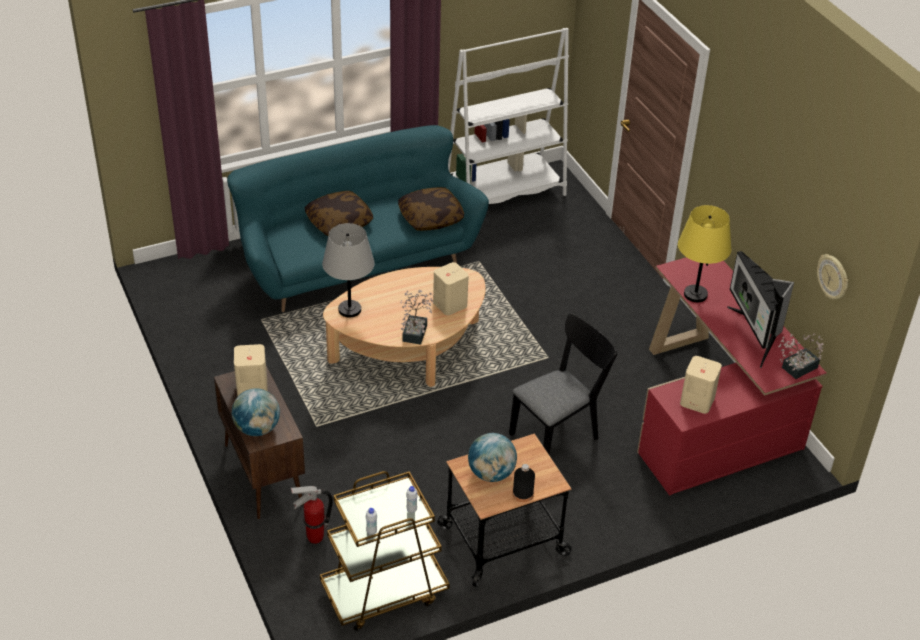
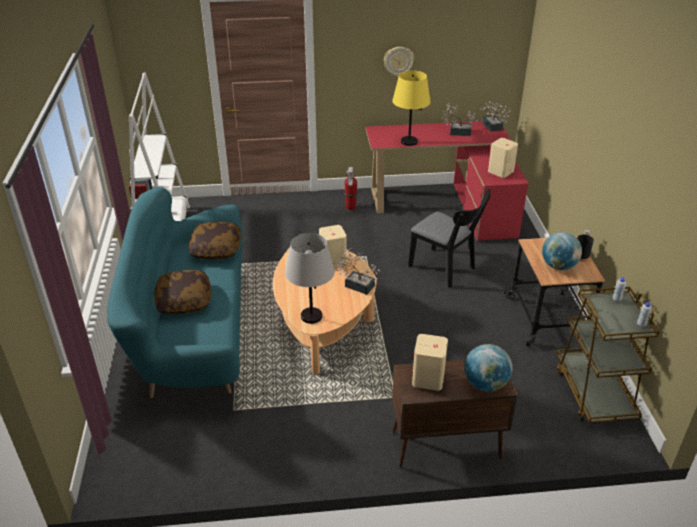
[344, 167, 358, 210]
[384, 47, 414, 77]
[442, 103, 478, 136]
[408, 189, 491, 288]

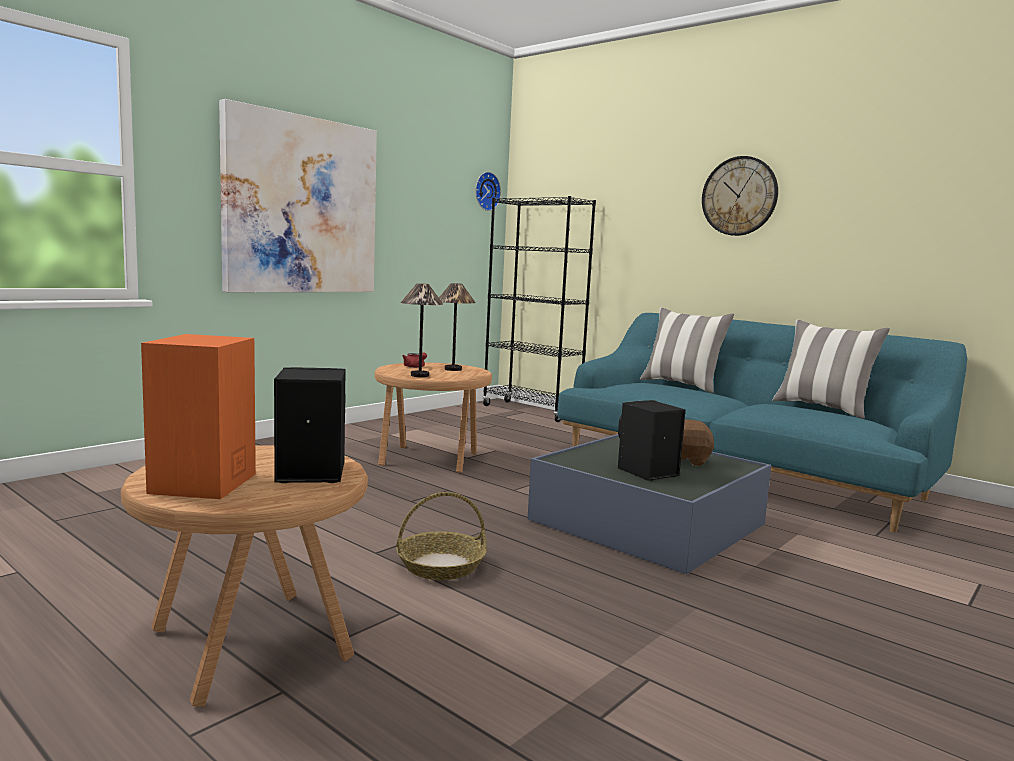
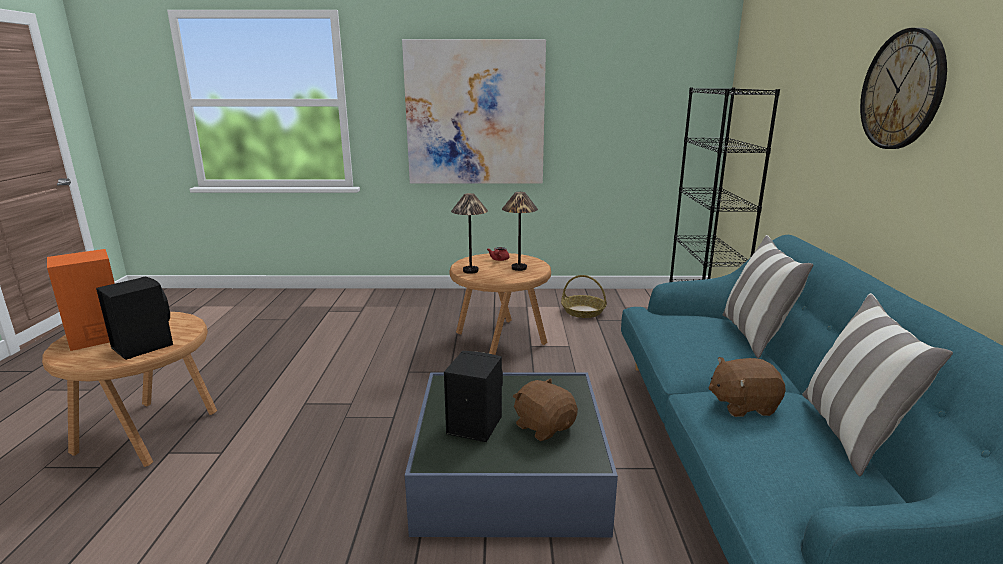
[475, 172, 501, 211] (first image)
[708, 357, 785, 417]
[561, 275, 607, 318]

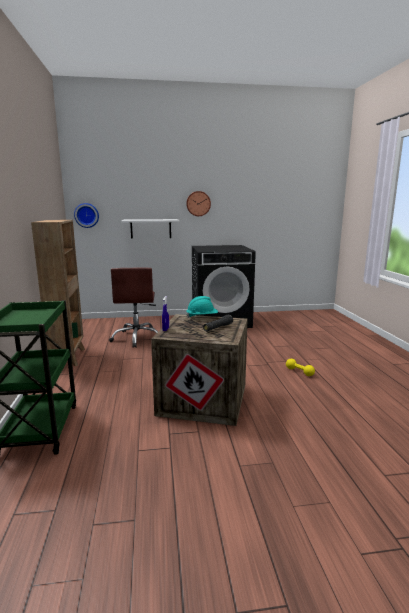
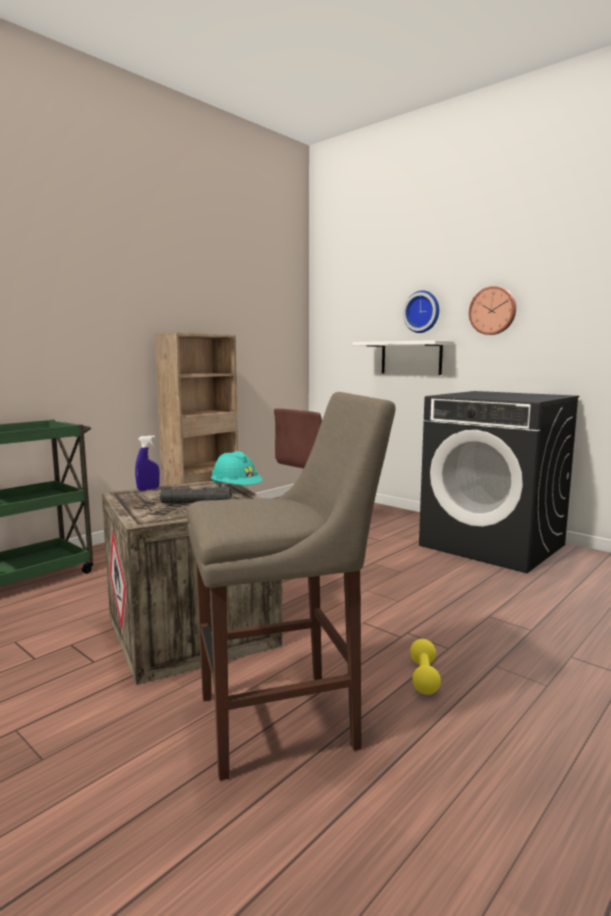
[186, 392, 396, 781]
[403, 291, 439, 333]

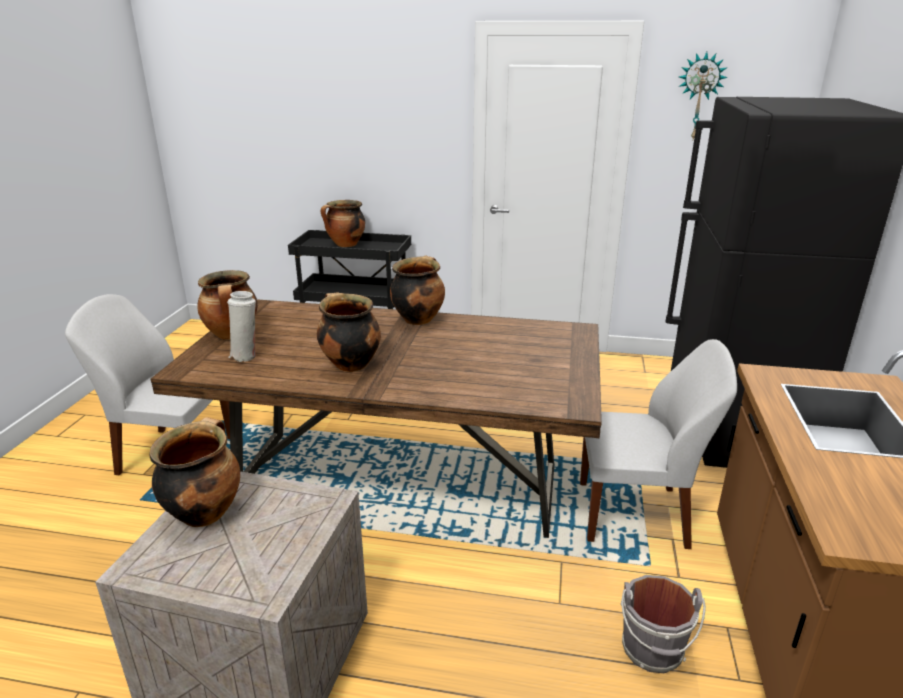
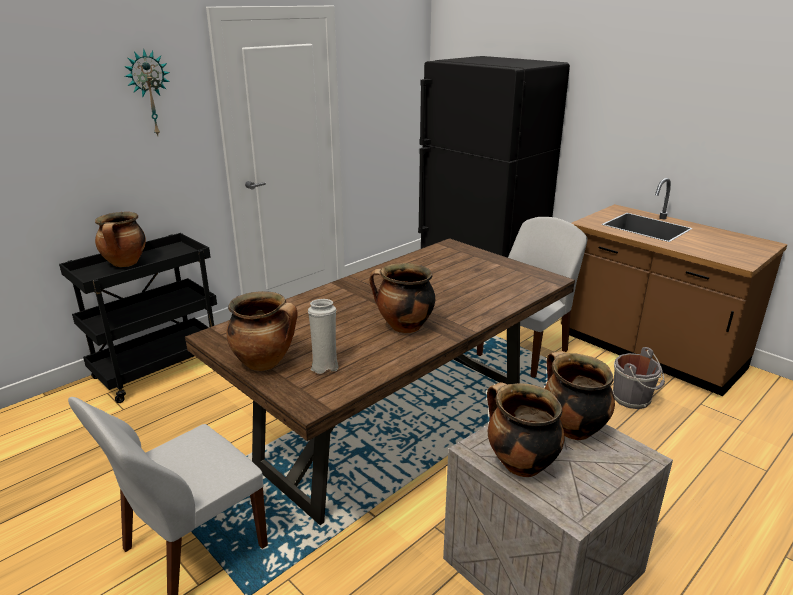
[544, 351, 615, 440]
[124, 49, 170, 136]

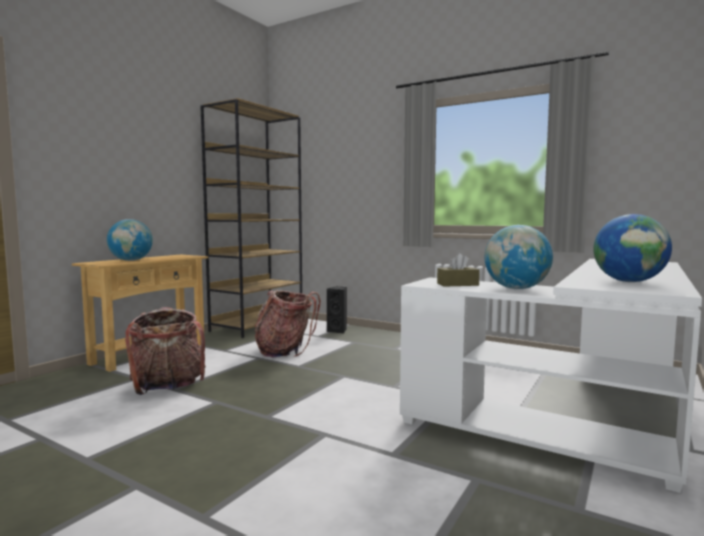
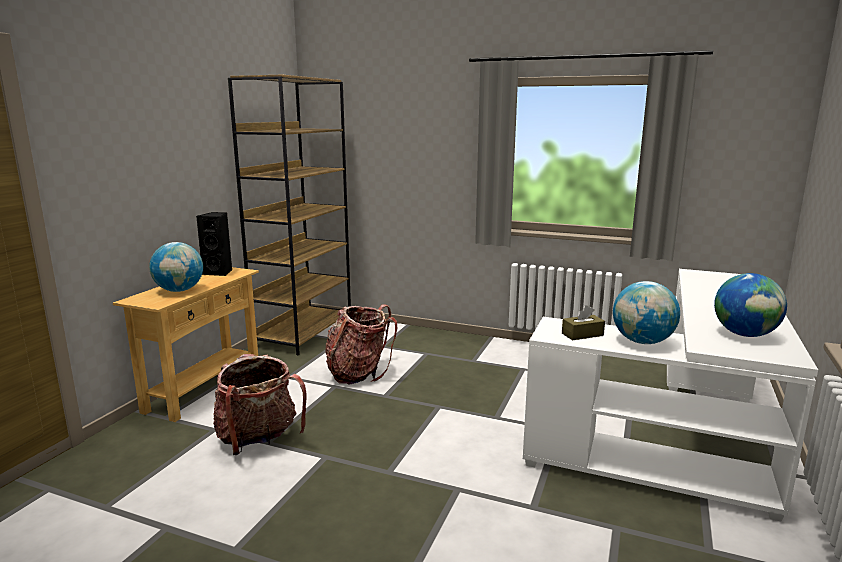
[196, 212, 232, 276]

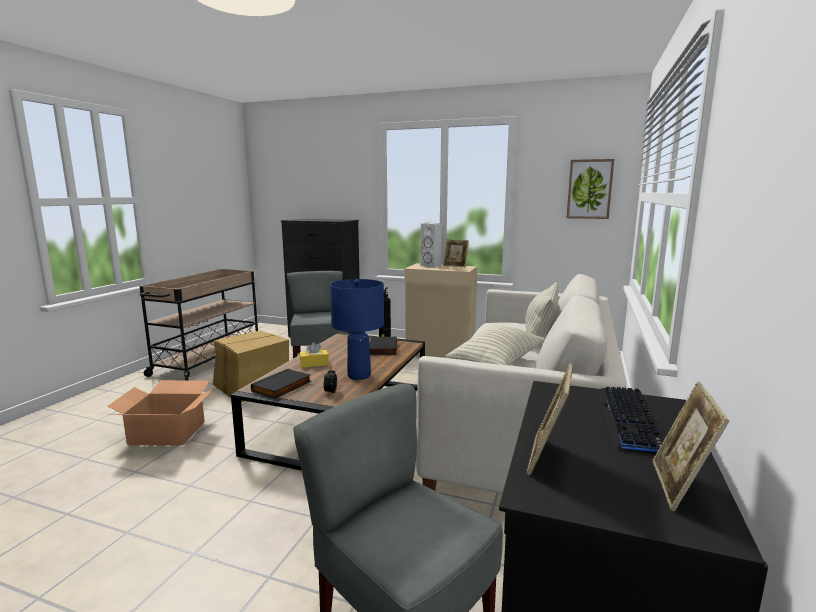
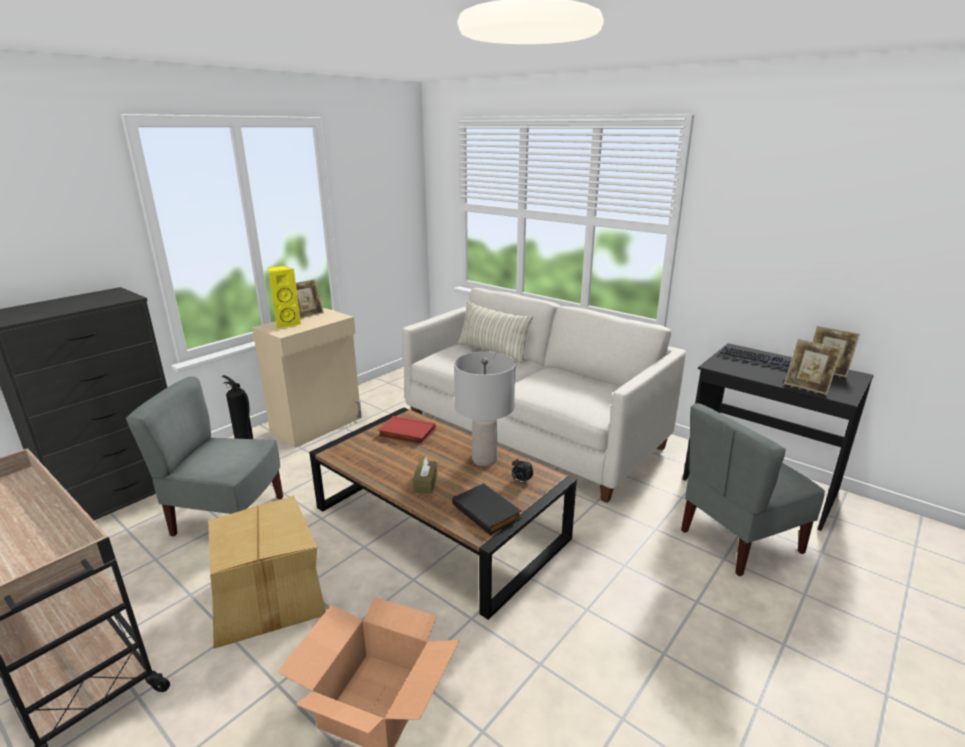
[445, 326, 545, 365] (first image)
[567, 159, 614, 219] (first image)
[413, 456, 438, 494]
[454, 352, 516, 466]
[378, 416, 436, 445]
[268, 265, 301, 329]

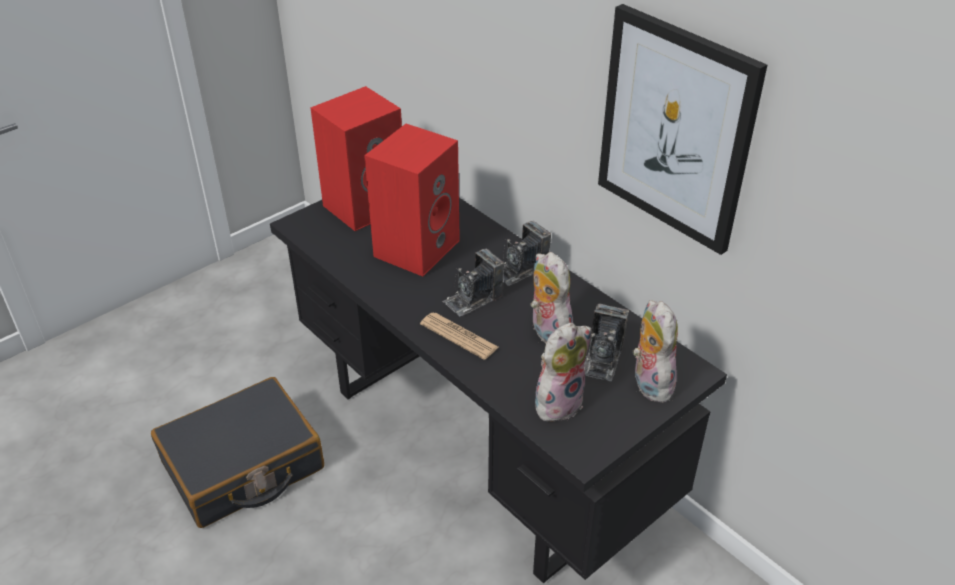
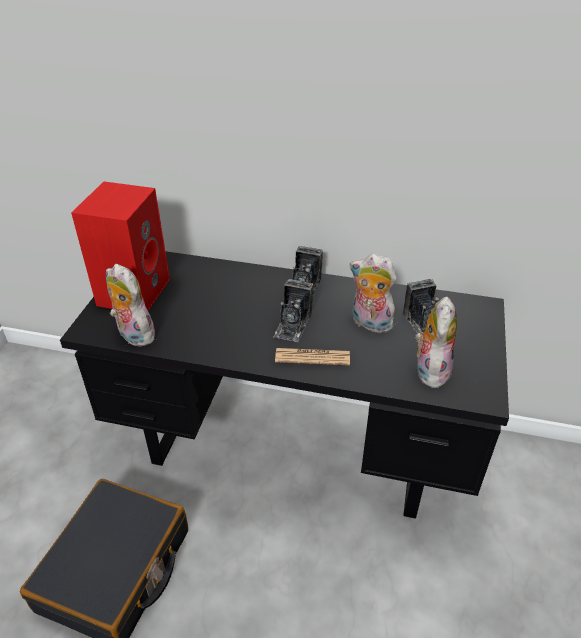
[364, 124, 460, 276] (first image)
[598, 4, 767, 255] (first image)
[106, 264, 155, 347]

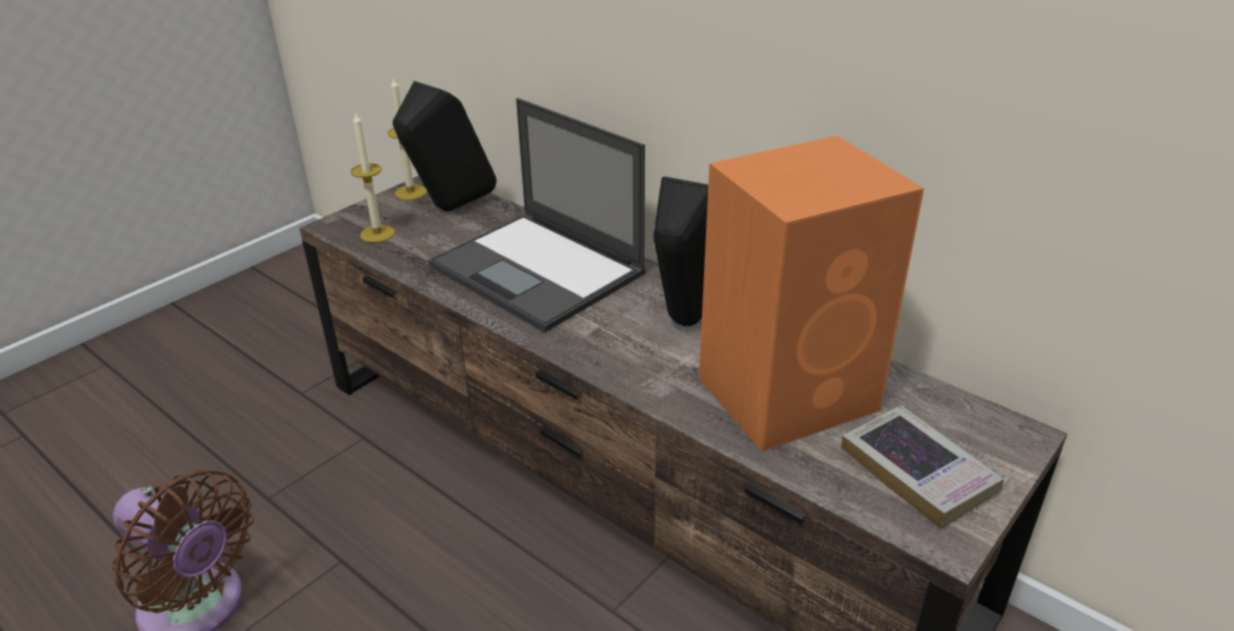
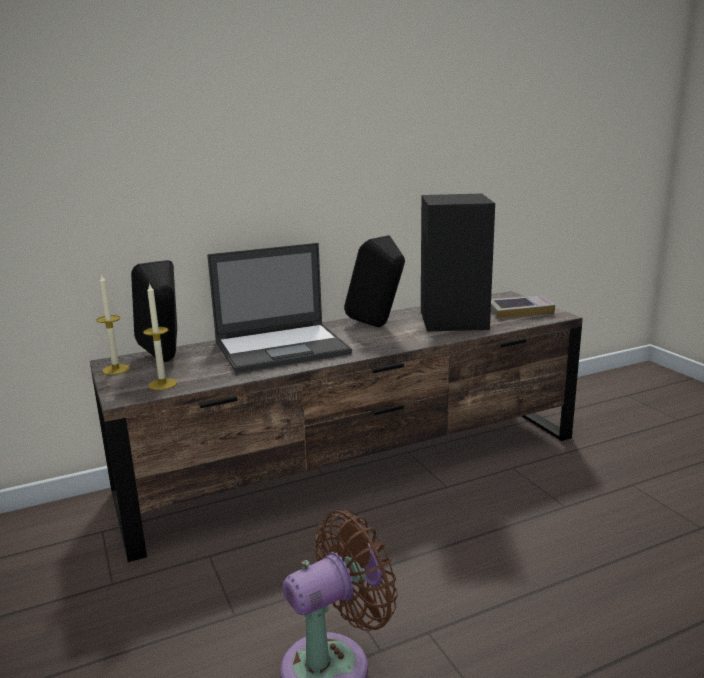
[421, 193, 495, 331]

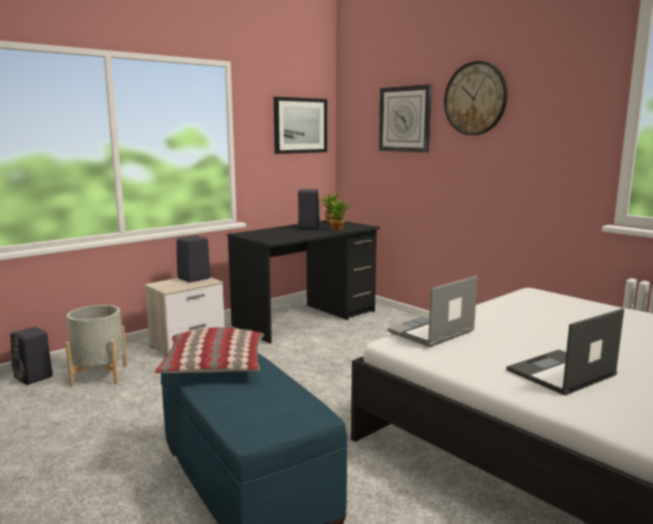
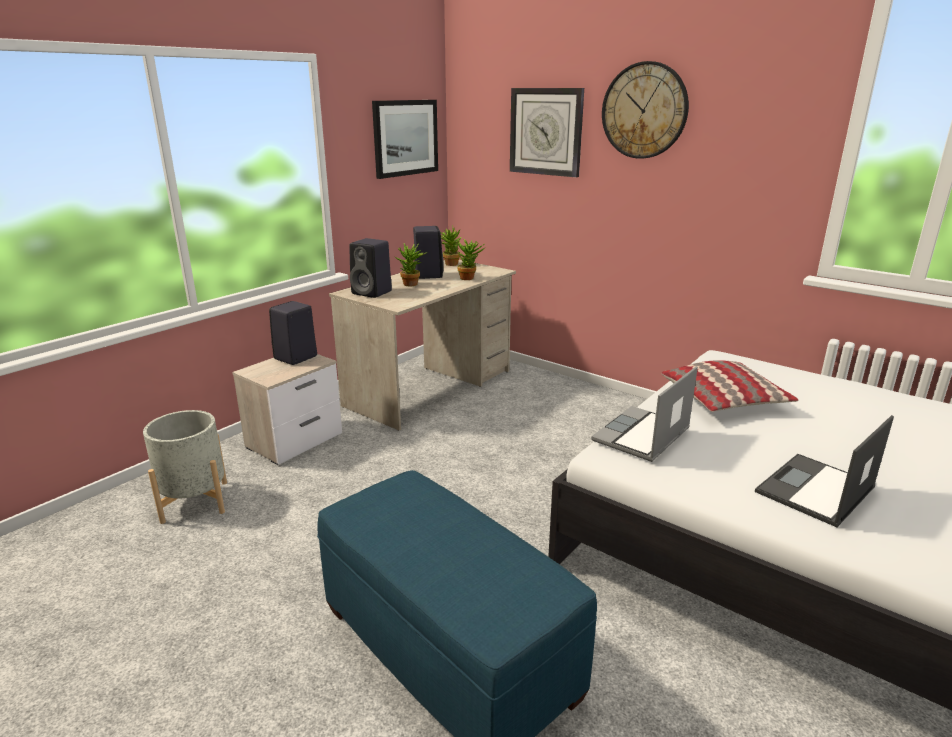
[395, 243, 427, 286]
[350, 238, 392, 298]
[661, 360, 798, 412]
[329, 260, 516, 431]

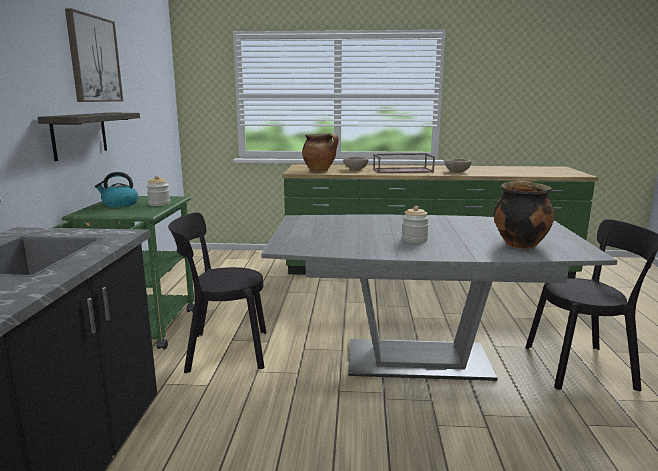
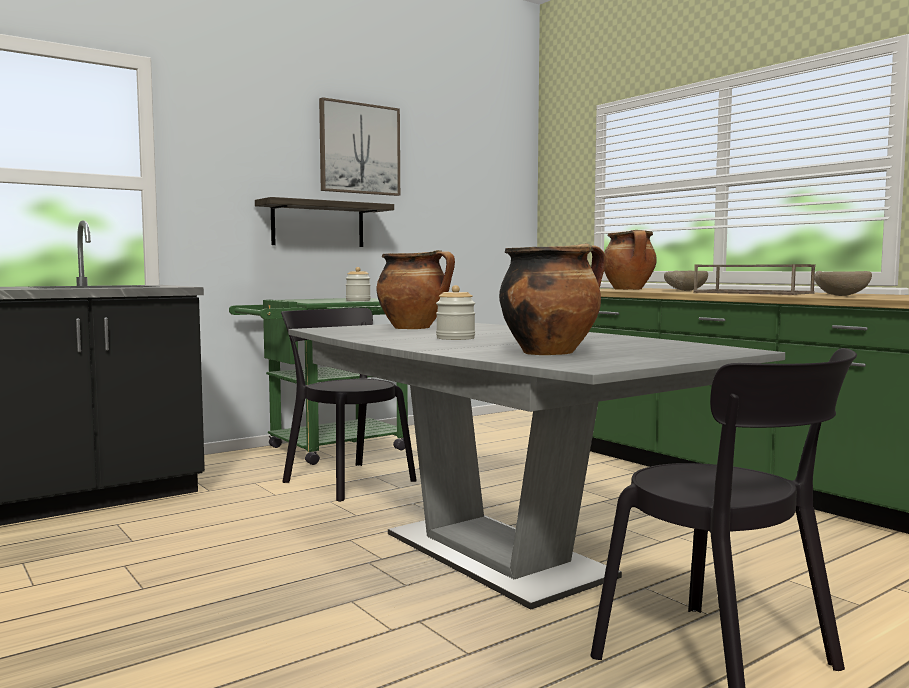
[95, 172, 138, 207] (first image)
[377, 250, 455, 329]

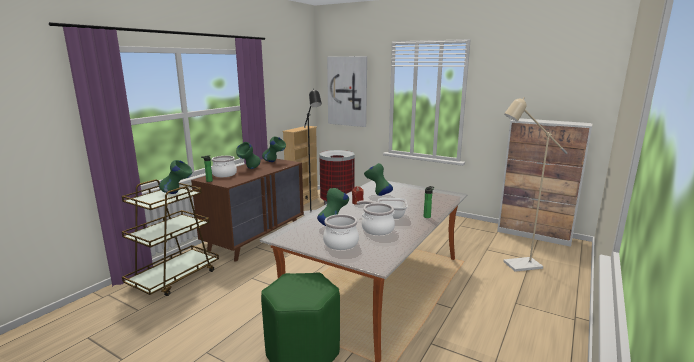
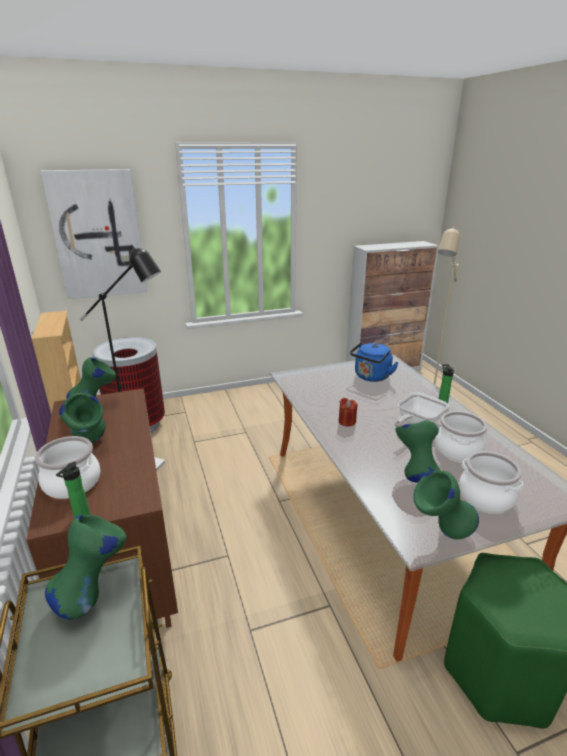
[350, 342, 399, 382]
[413, 471, 479, 539]

